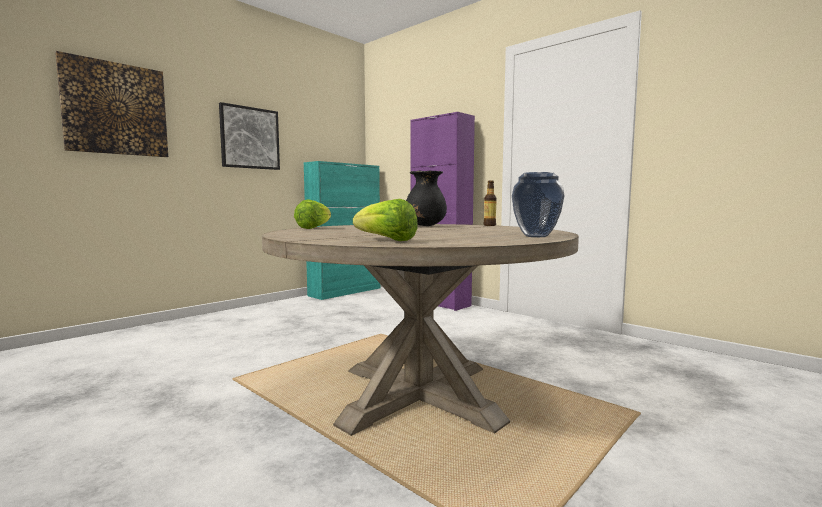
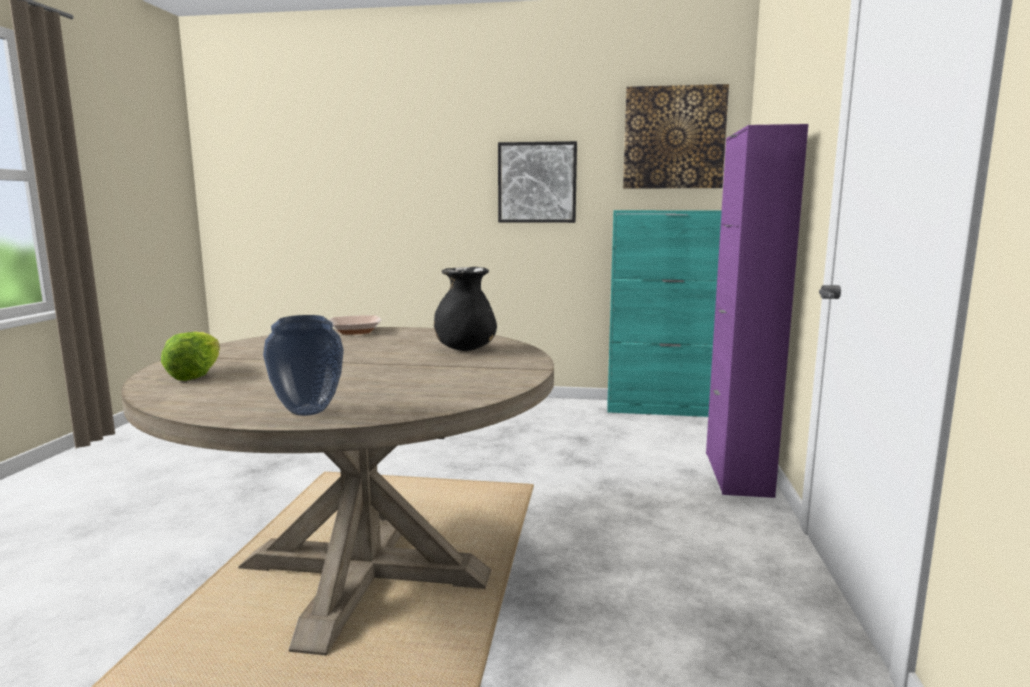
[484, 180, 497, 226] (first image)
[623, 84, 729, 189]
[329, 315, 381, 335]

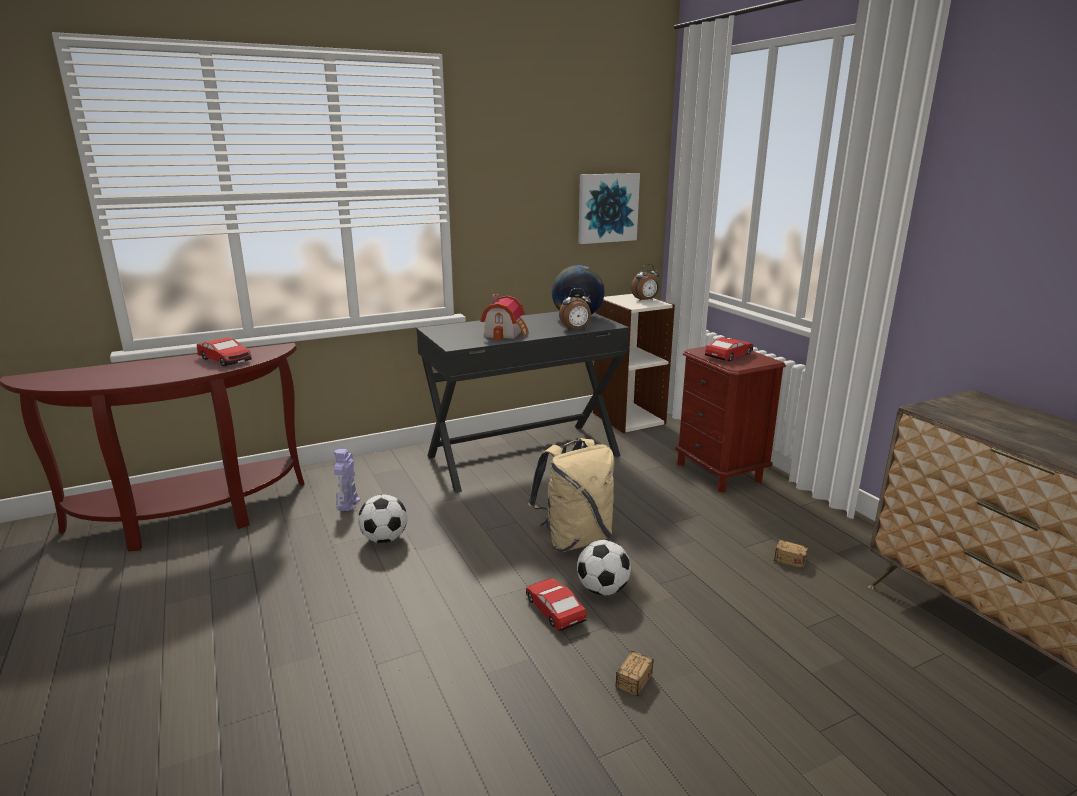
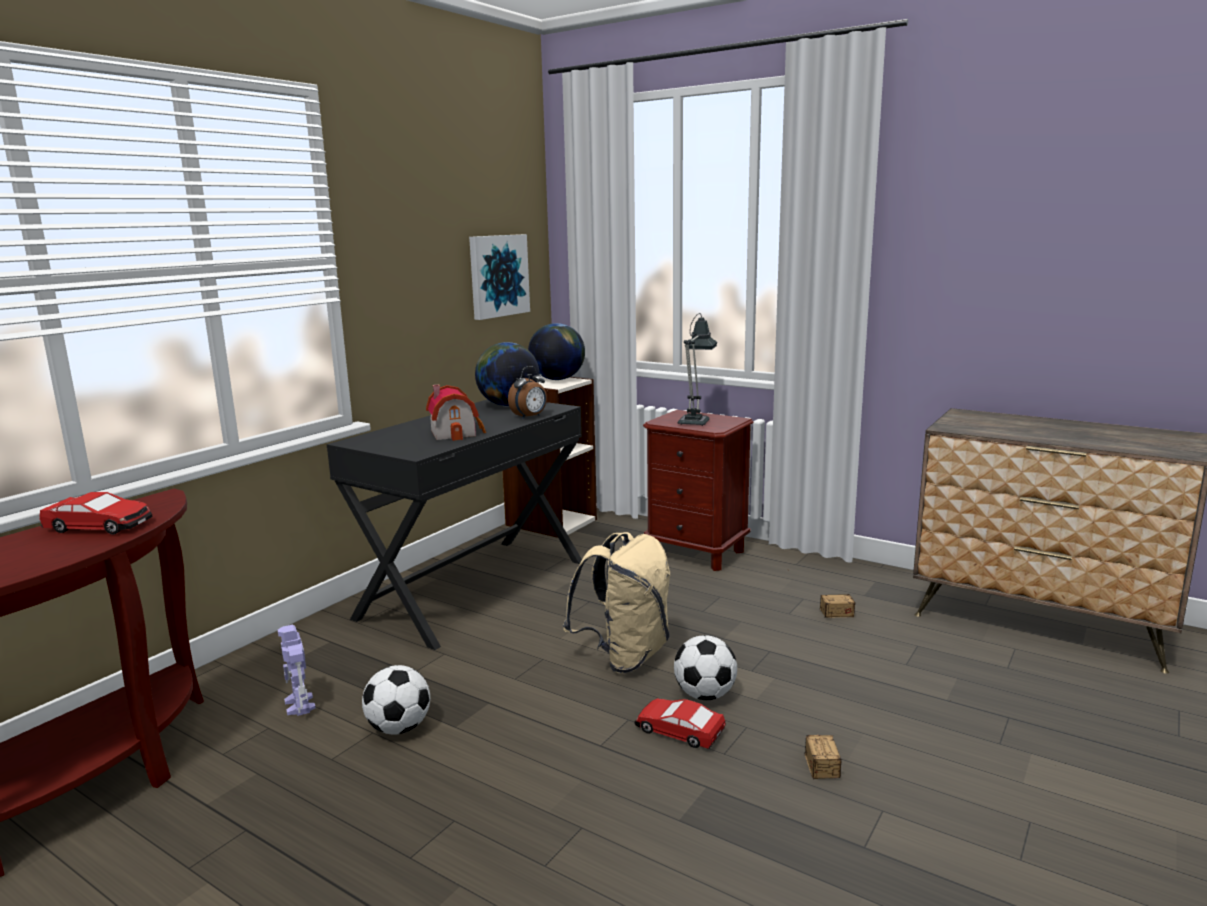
[528, 323, 585, 380]
[677, 313, 717, 426]

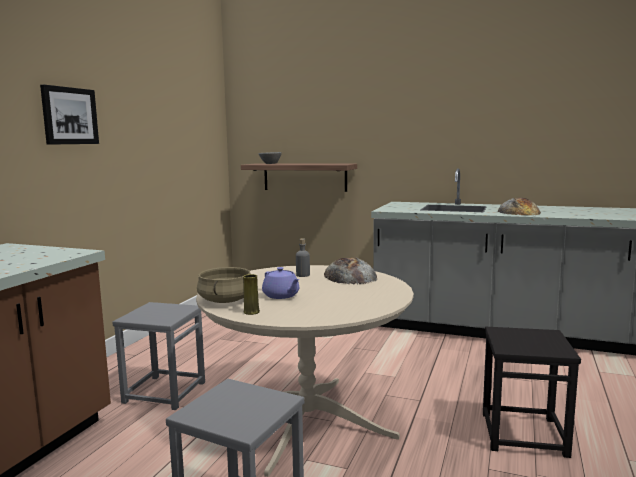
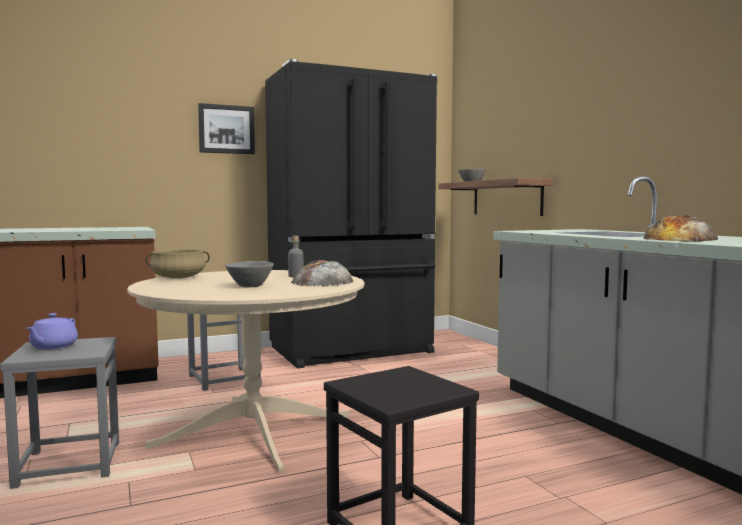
[243, 274, 260, 315] (first image)
[225, 261, 274, 288]
[265, 59, 437, 369]
[27, 313, 78, 350]

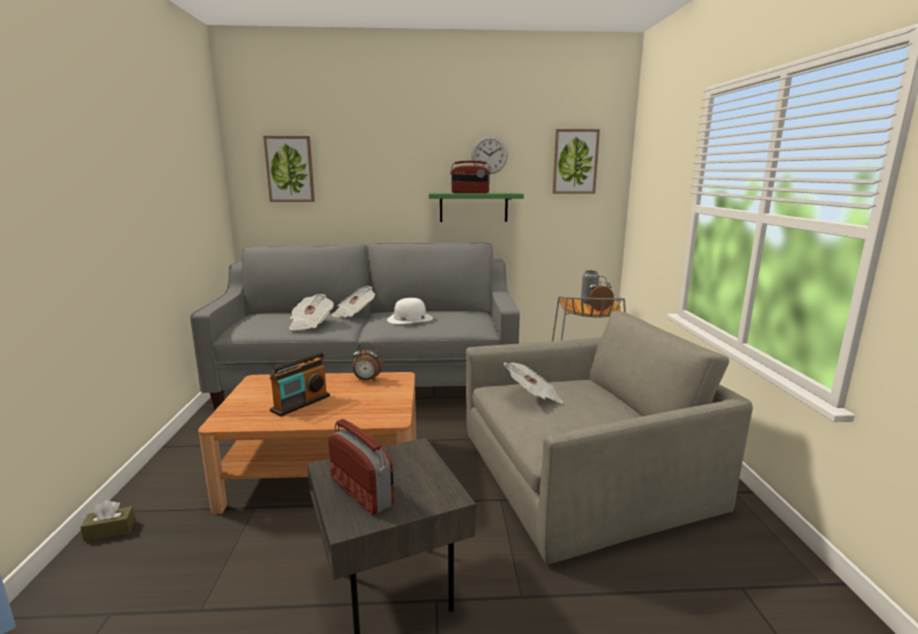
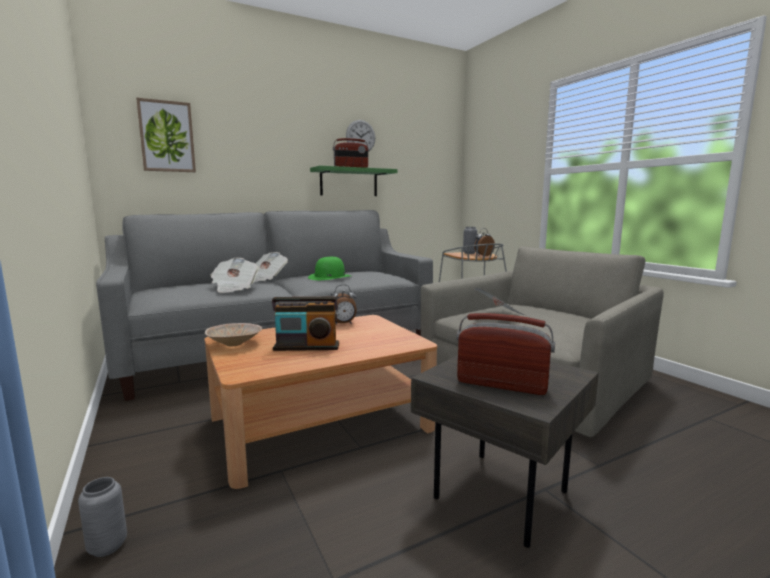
[552, 129, 600, 194] (first image)
[205, 323, 262, 346]
[78, 477, 127, 557]
[308, 257, 351, 280]
[272, 297, 339, 351]

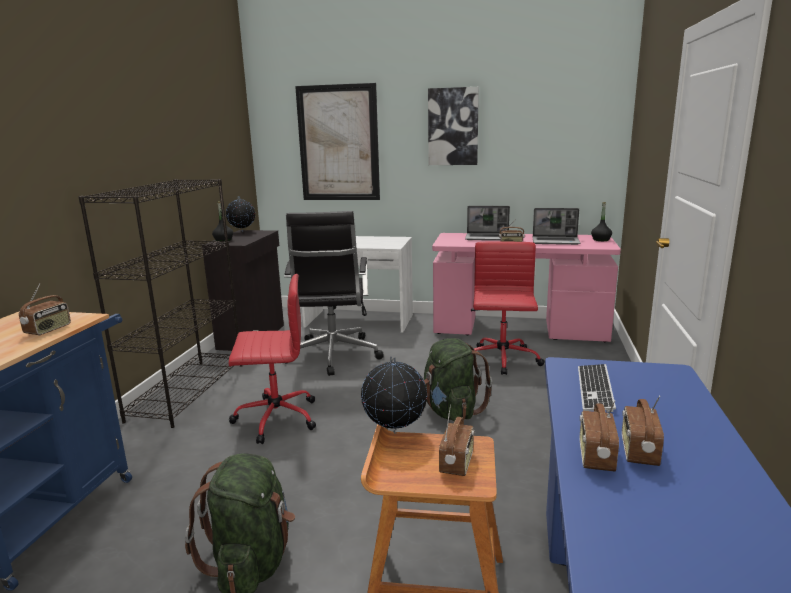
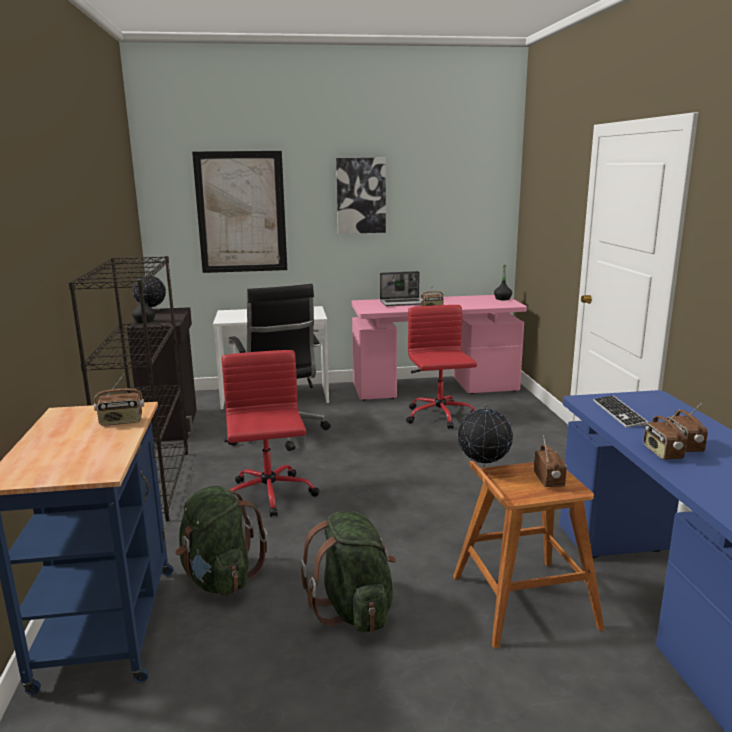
[533, 208, 580, 245] (first image)
[176, 486, 267, 596]
[94, 374, 144, 426]
[222, 350, 320, 517]

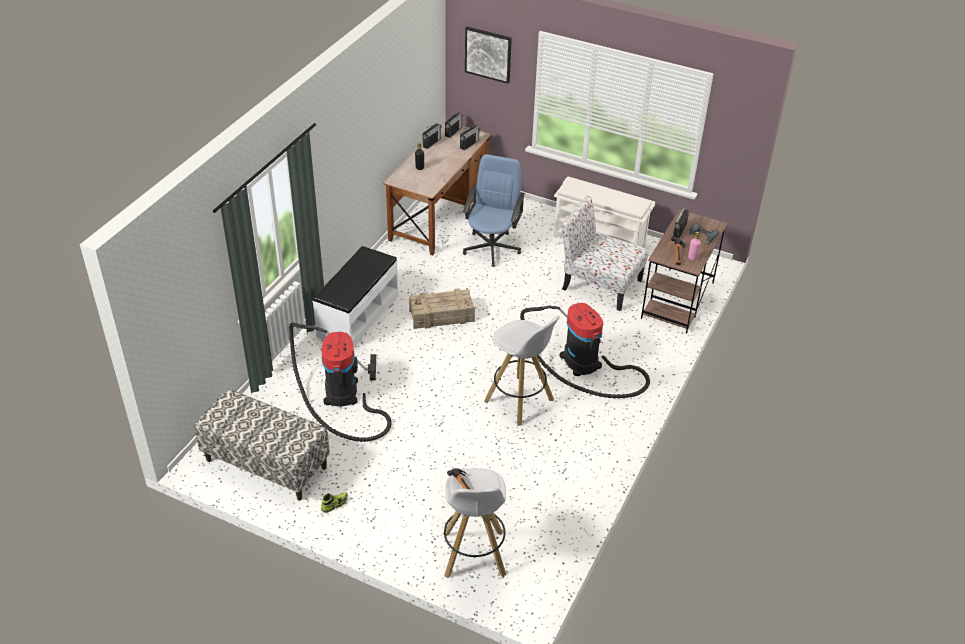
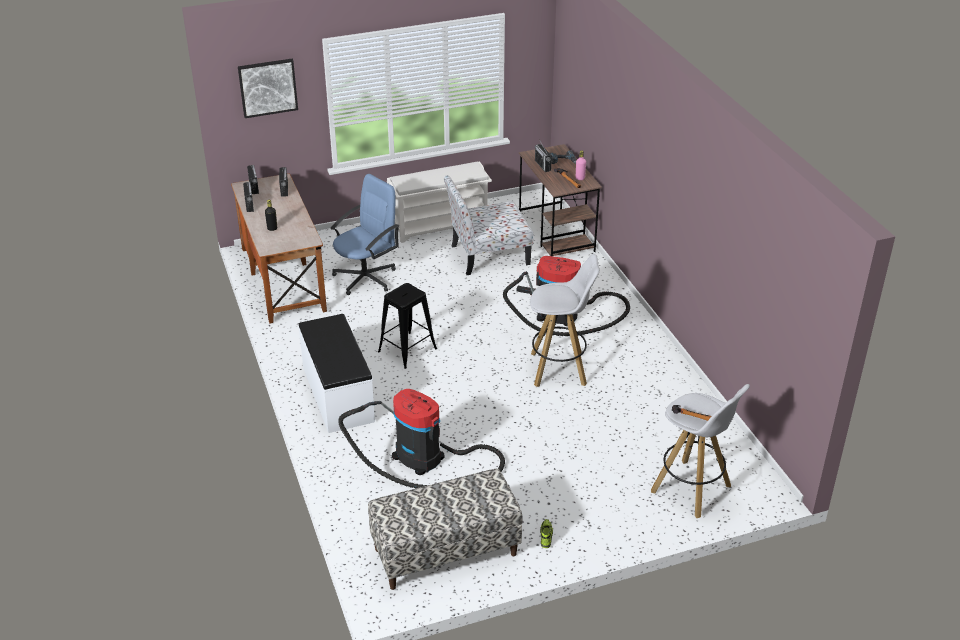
[378, 283, 437, 369]
[331, 174, 399, 295]

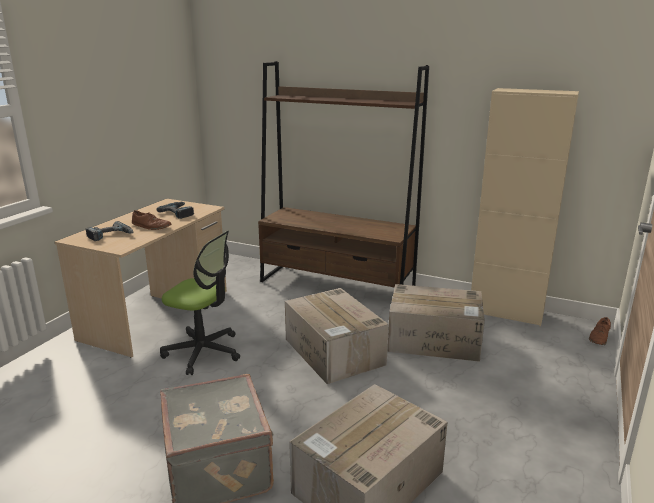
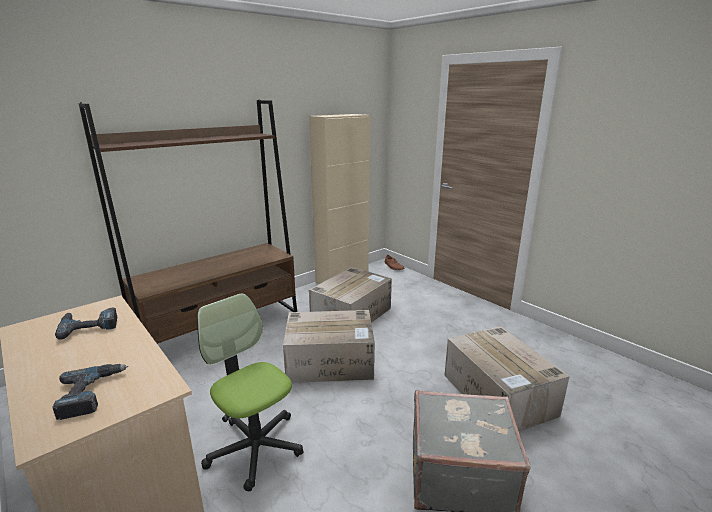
[132, 210, 171, 230] (first image)
[197, 293, 304, 491]

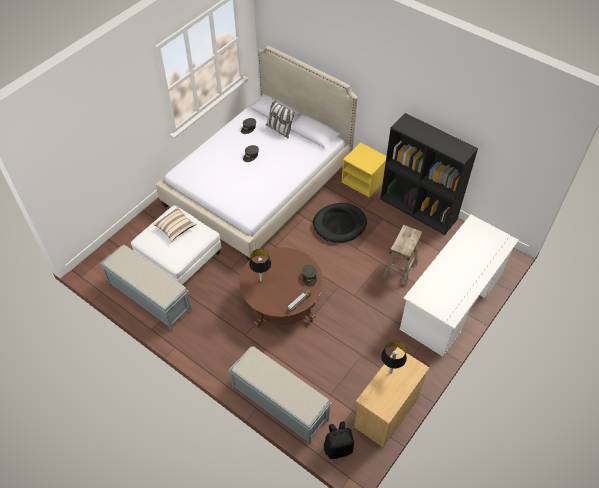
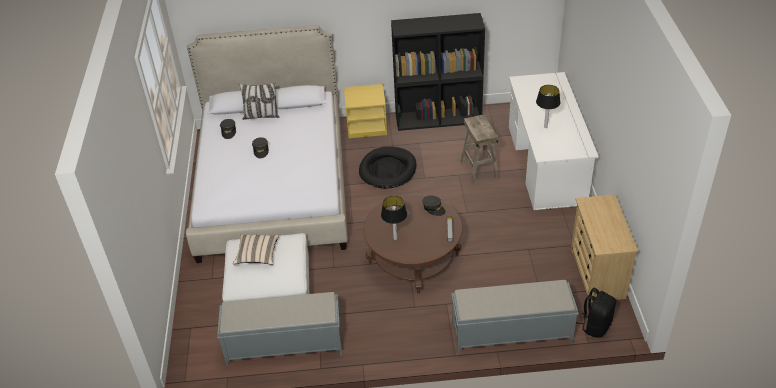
[536, 85, 561, 128]

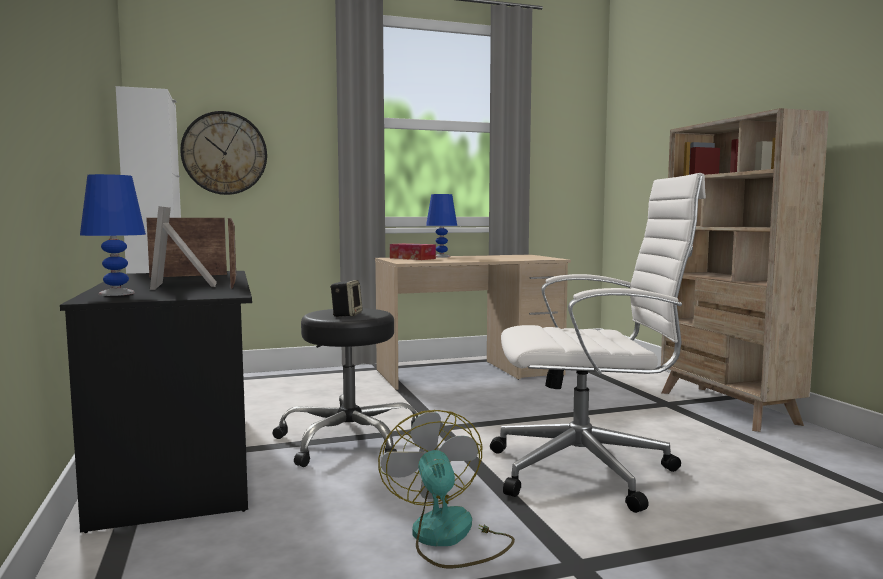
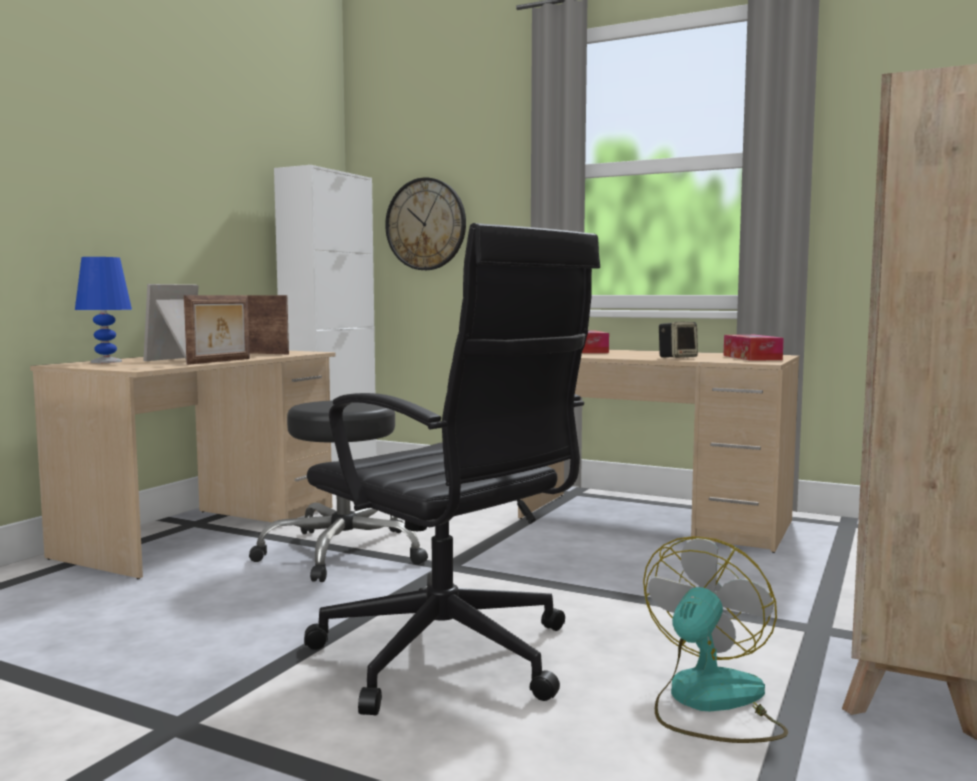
[426, 194, 457, 258] (first image)
[724, 335, 784, 361]
[659, 322, 698, 358]
[643, 536, 788, 743]
[30, 351, 335, 579]
[304, 223, 600, 715]

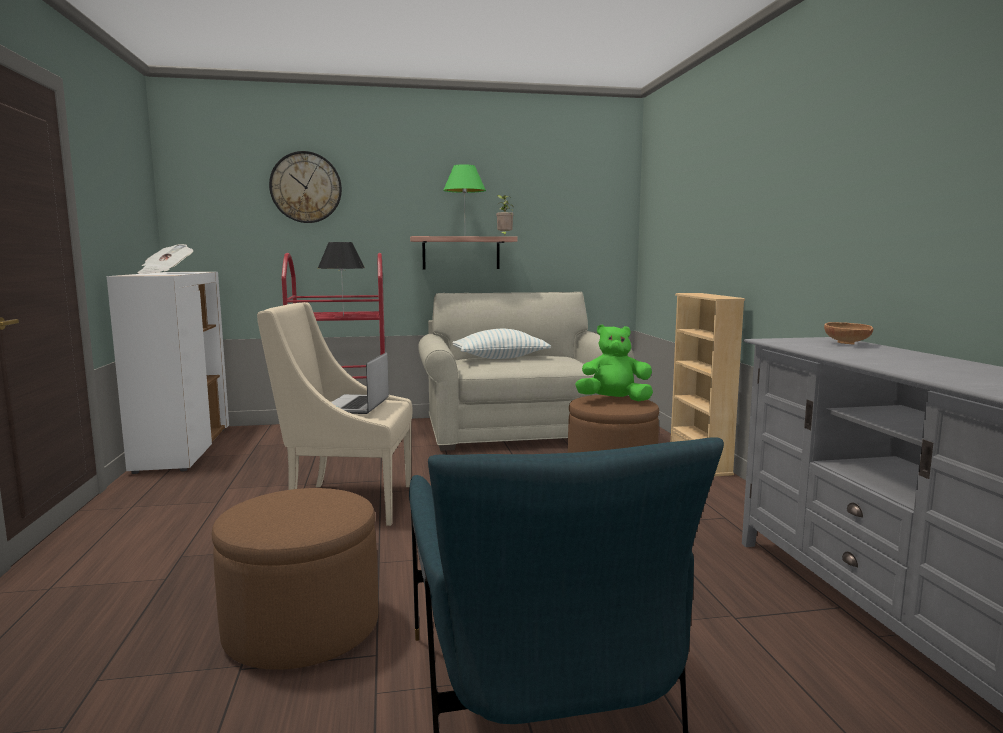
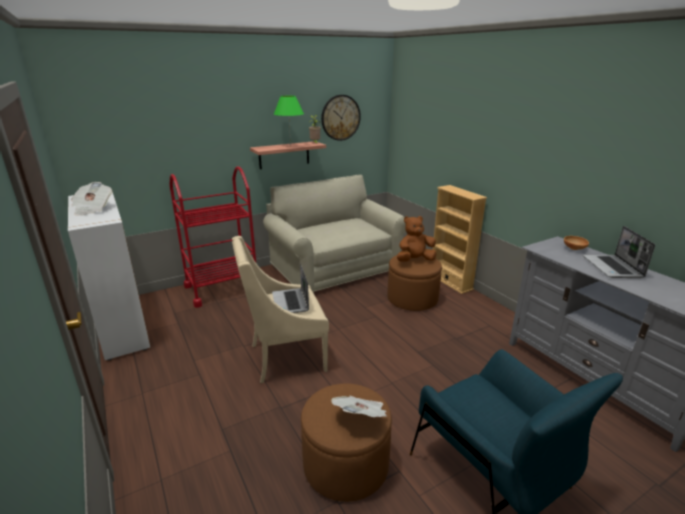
[318, 242, 365, 317] (first image)
[452, 329, 551, 359] (first image)
[331, 396, 387, 417]
[583, 226, 655, 278]
[321, 95, 361, 141]
[397, 216, 437, 262]

